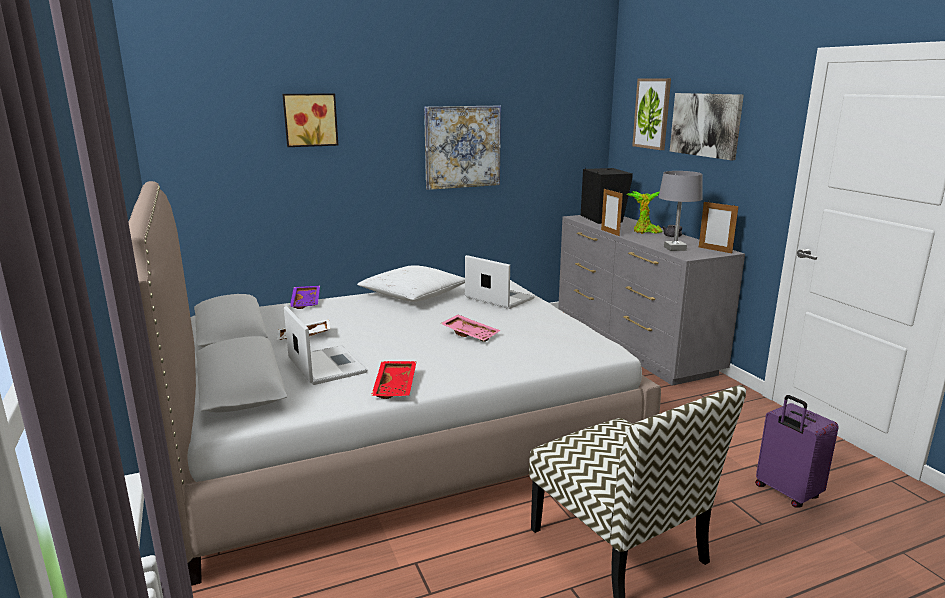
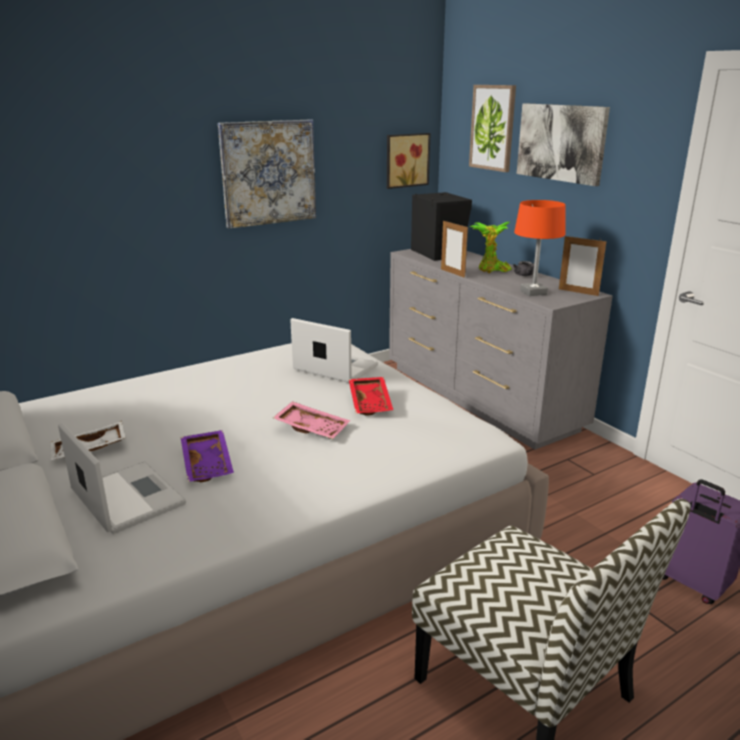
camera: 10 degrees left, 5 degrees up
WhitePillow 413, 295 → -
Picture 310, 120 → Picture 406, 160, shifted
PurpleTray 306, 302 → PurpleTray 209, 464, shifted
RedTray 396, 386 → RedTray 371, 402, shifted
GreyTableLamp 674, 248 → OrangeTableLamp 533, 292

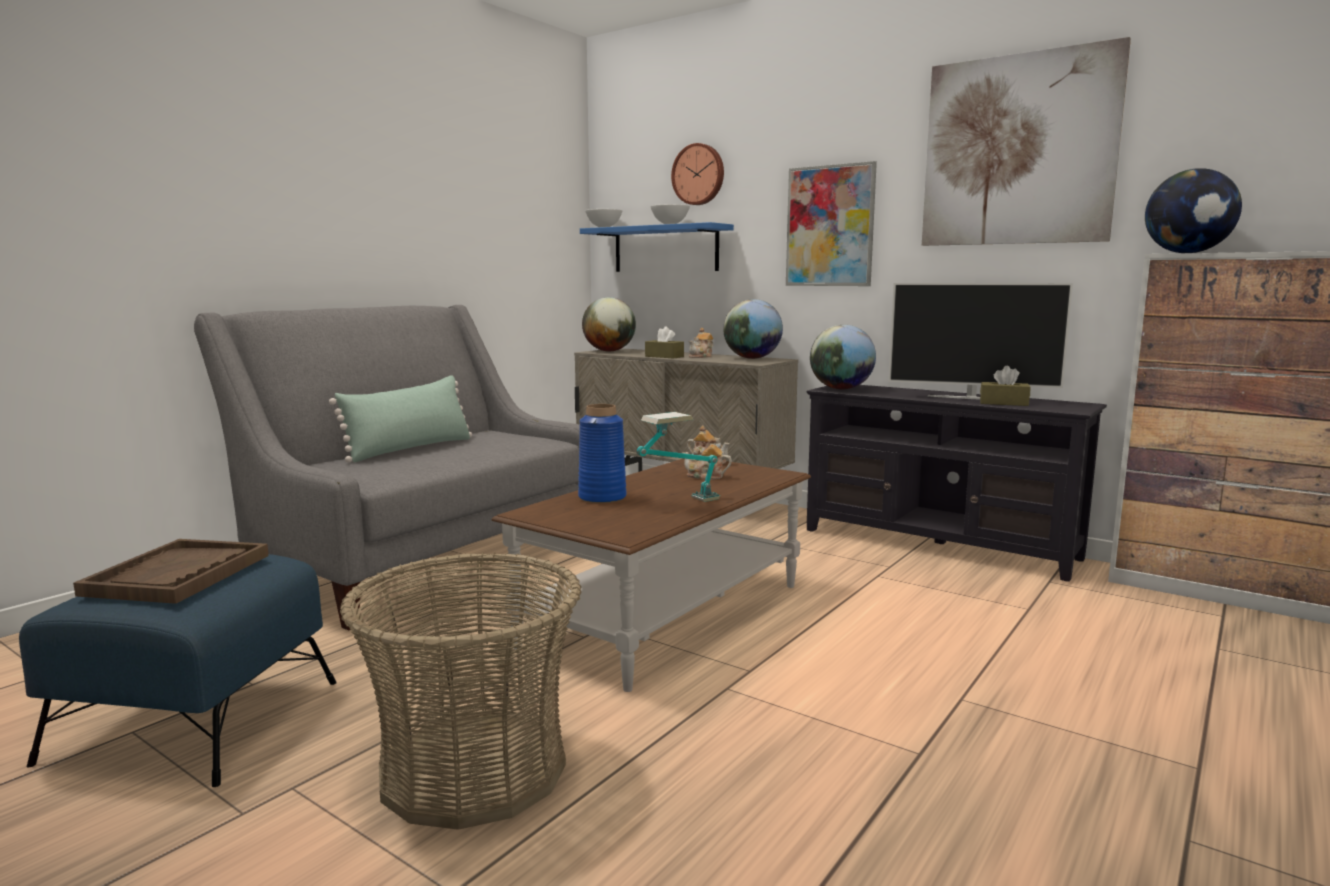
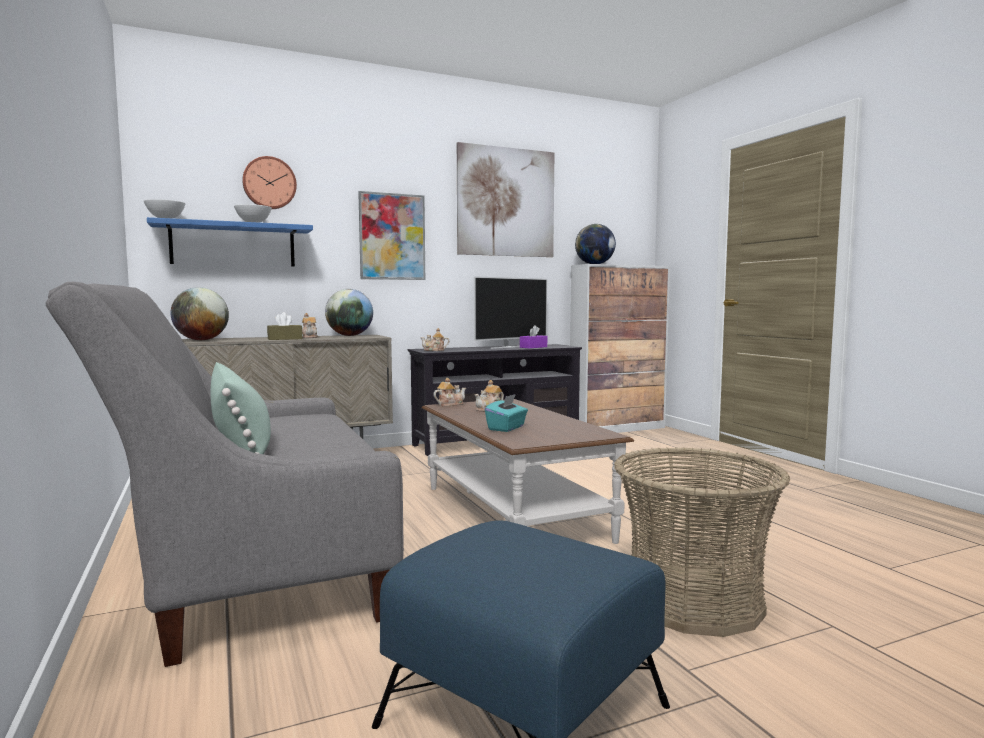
camera: 60 degrees left, 5 degrees down
BrownTray 178, 575 → -
TableLamp 679, 503 → -
BlueVase 602, 497 → TurquoiseTissueBox 506, 428
Globe 841, 389 → Teapot 434, 350
BrownTissueBox 1003, 403 → PurpleTissueBox 533, 347

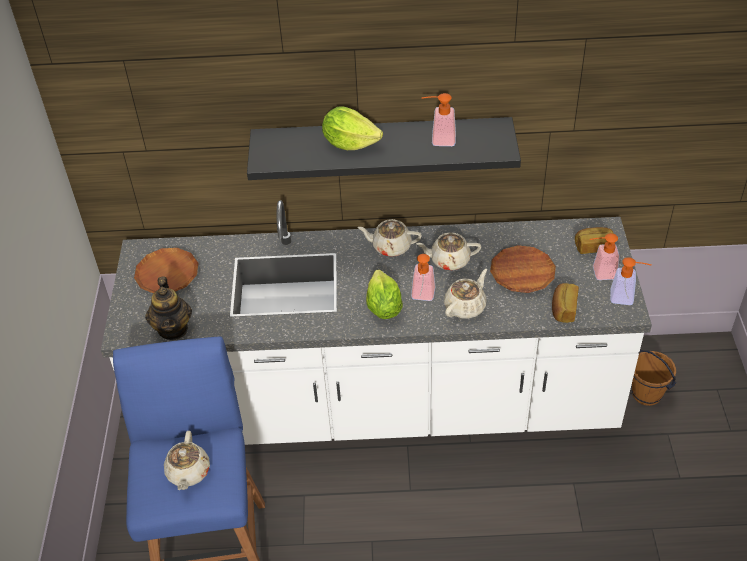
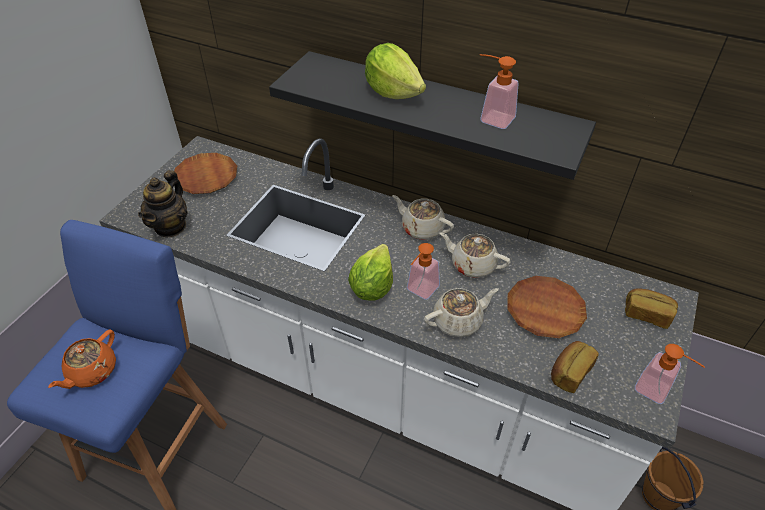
camera: 25 degrees right, 0 degrees up
SoapDispenser 599, 273 → -
BeigeTeapot 188, 472 → OrangeTeapot 92, 372

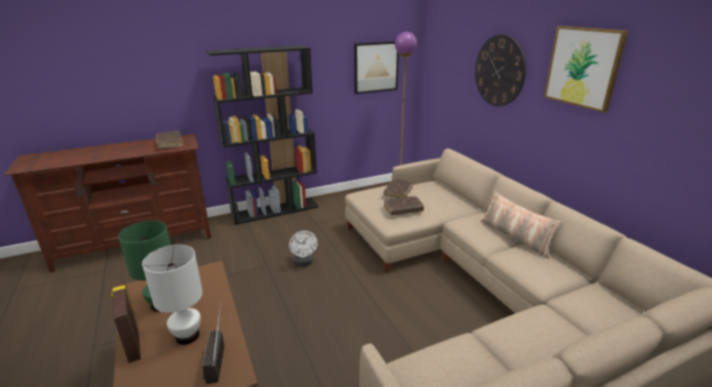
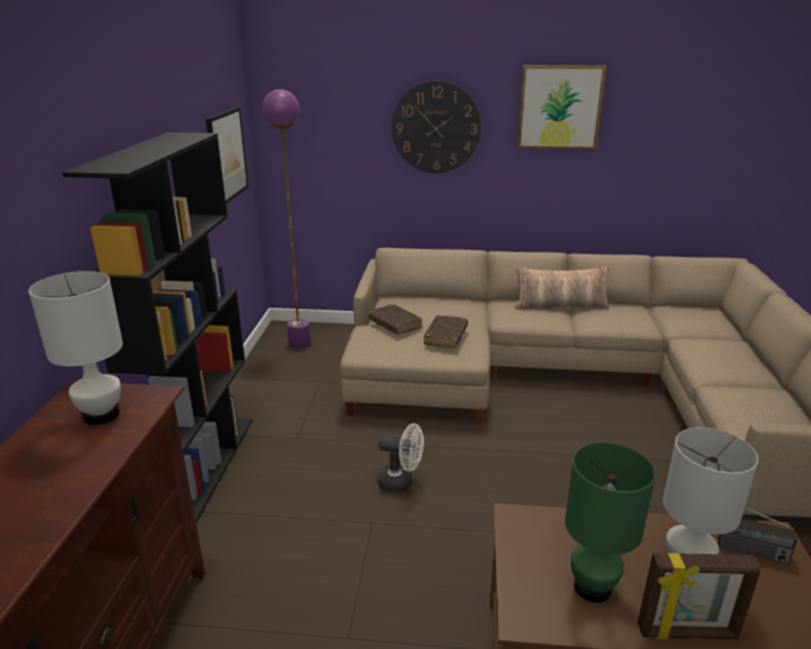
camera: 60 degrees left, 0 degrees up
BrownBook 170, 144 → WhiteTableLamp 101, 415

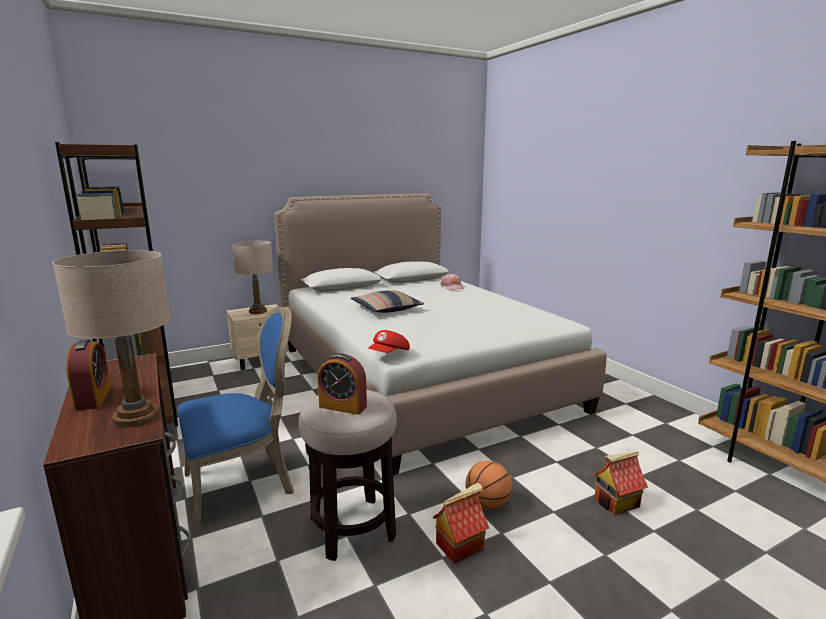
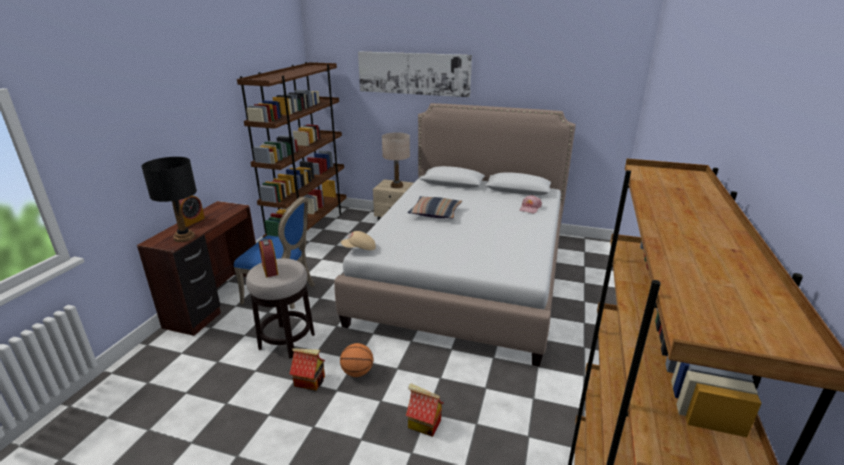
camera: 45 degrees right, 10 degrees up
- → Picture 413, 73
BeigeTableLamp 137, 417 → BlackTableLamp 184, 237
RedCap 389, 354 → BeigeCap 359, 249

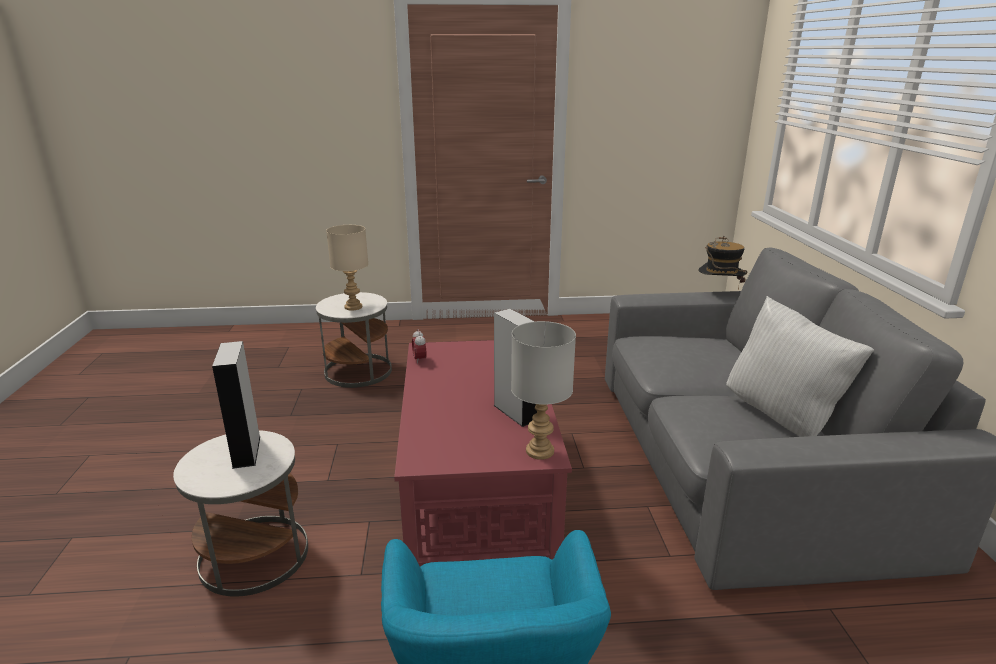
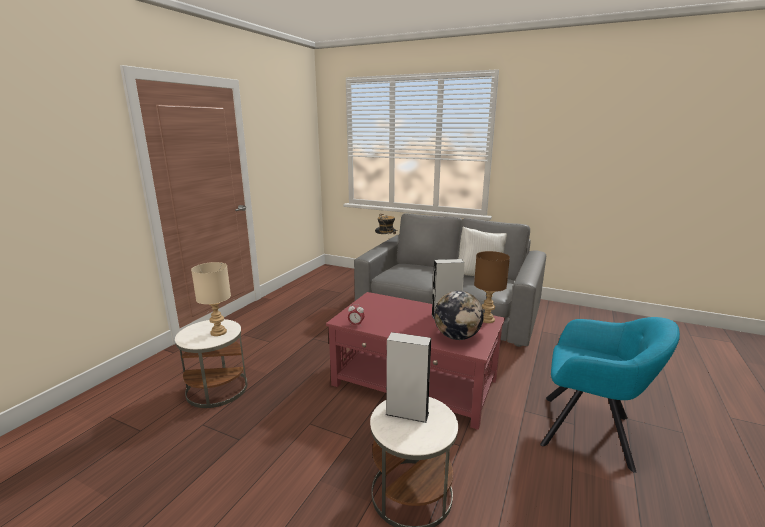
camera: 60 degrees left, 5 degrees down
- → Globe 457, 336
GreyTableLamp 540, 450 → BrownTableLamp 486, 319

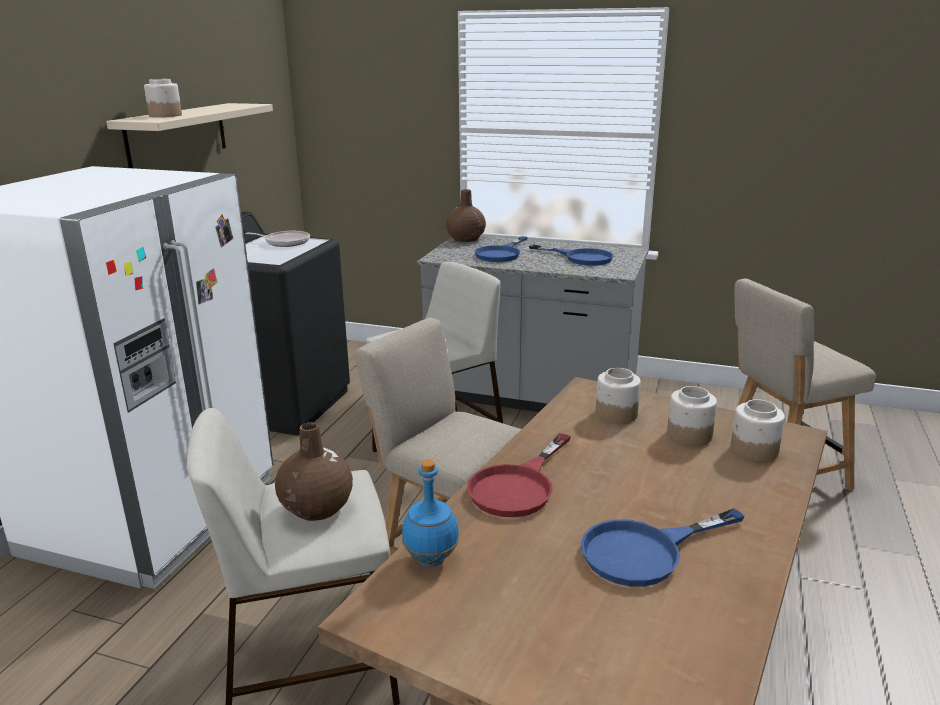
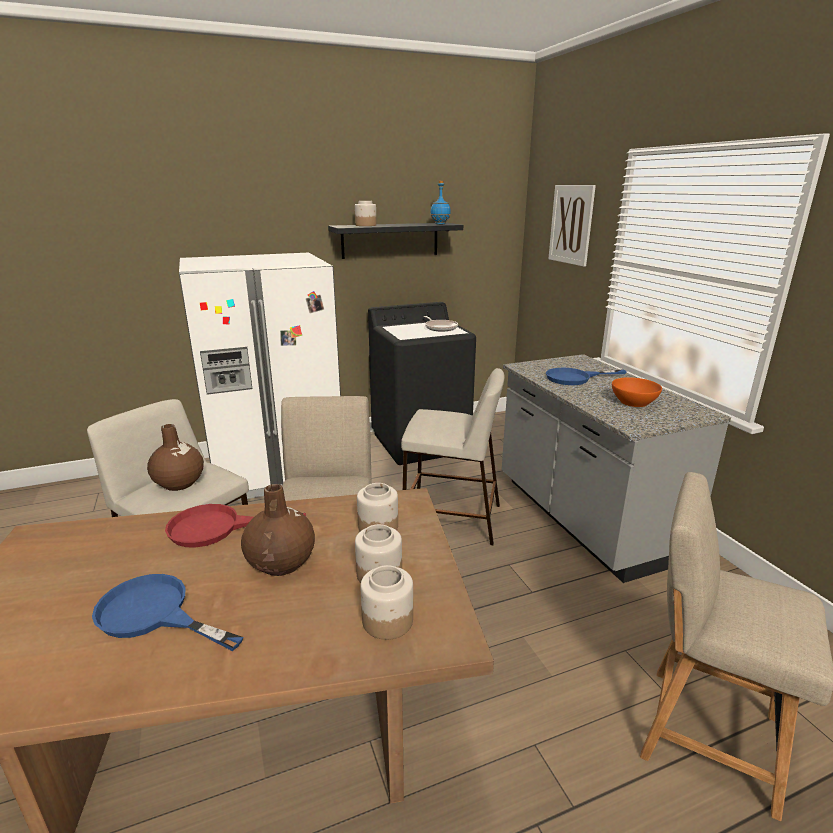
camera: 50 degrees right, 0 degrees up
- → Picture 571, 224
BlueBottle 431, 560 → BlueBottle 440, 224, shifted
BrownVase 466, 239 → BrownVase 281, 563, shifted
BlueFryingPan 581, 258 → OrangeBowl 634, 402
BeigeShelf 177, 134 → BlackShelf 390, 240

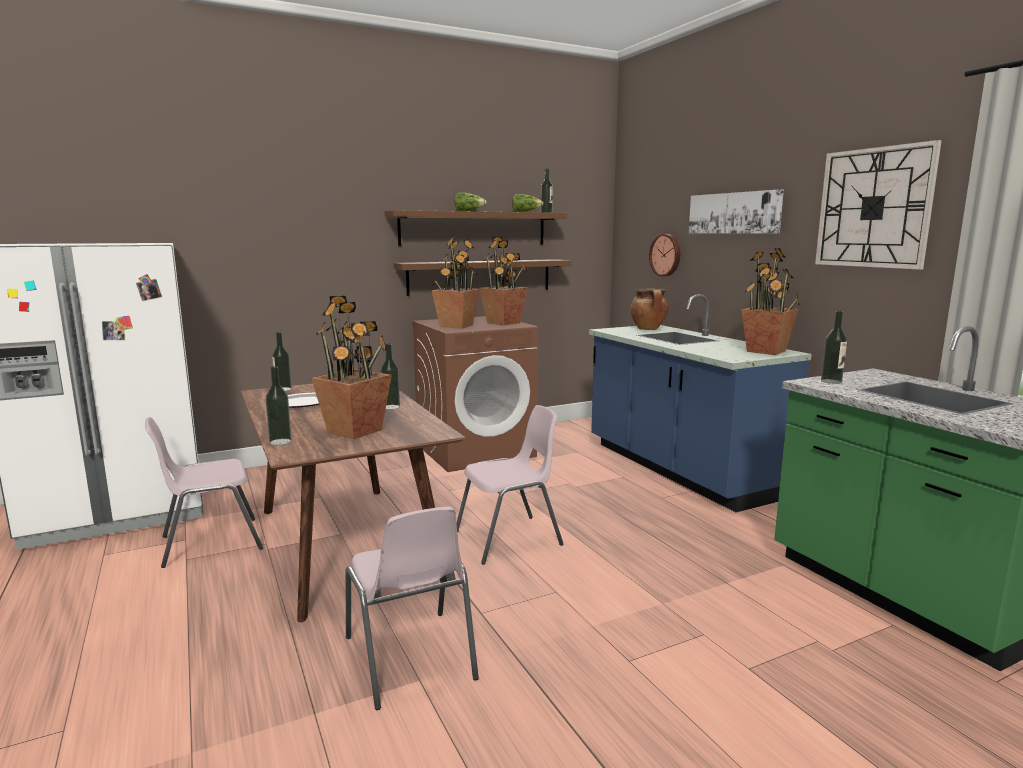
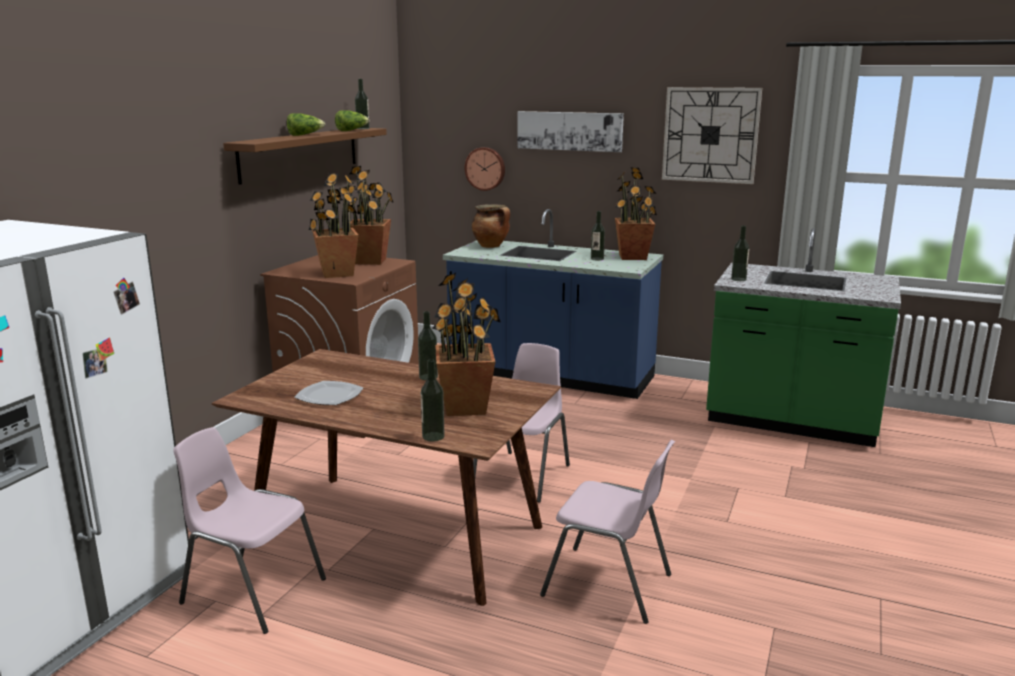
camera: 40 degrees left, 5 degrees up
BrownShelf 480, 276 → -
Bottle 283, 389 → Bottle 597, 259, shifted
PinkChair 209, 542 → PinkChair 252, 591, 90 degrees clockwise

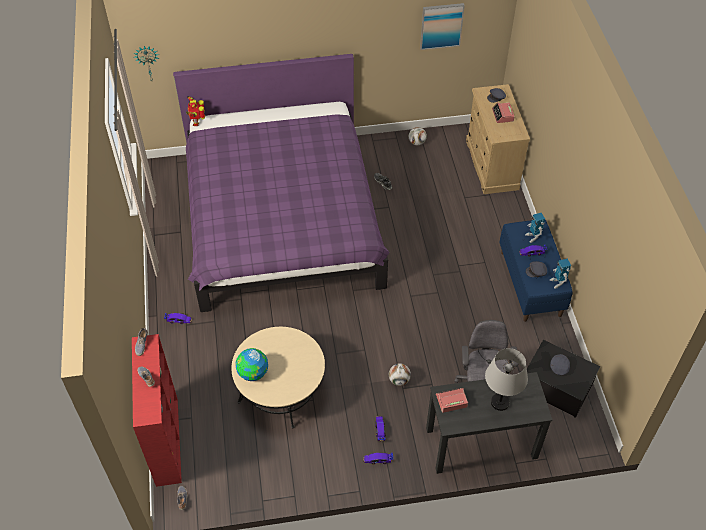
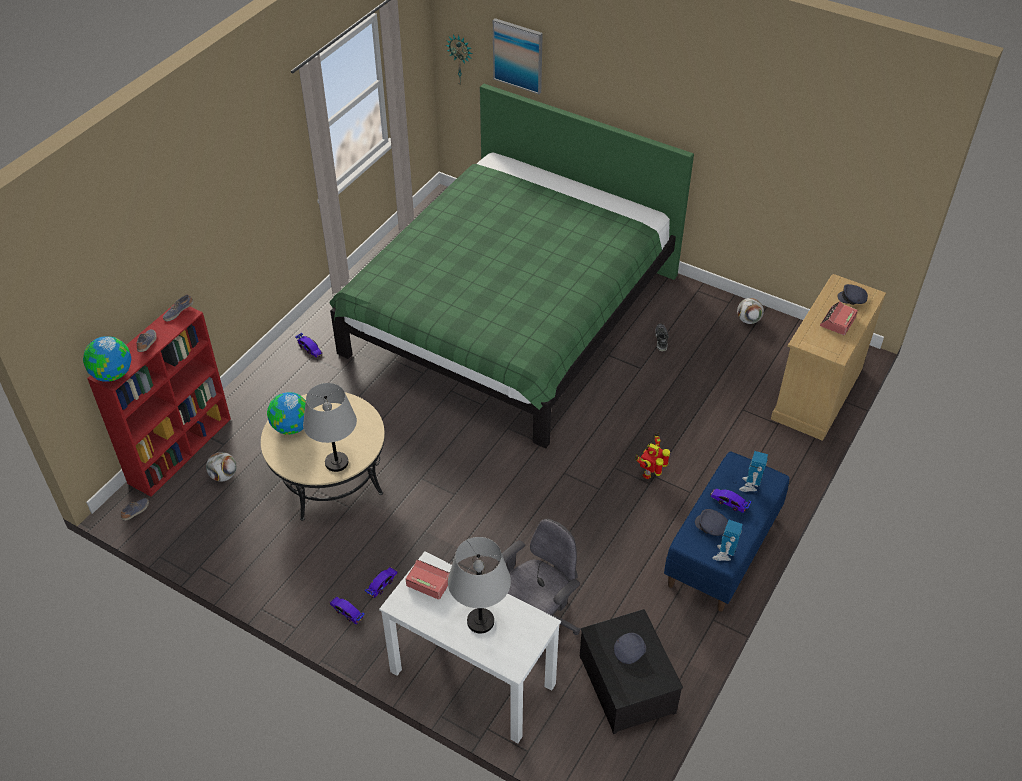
camera: 40 degrees right, 5 degrees down
- → Globe 112, 374
- → GreyTableLamp 336, 462
ToyRobot 196, 122 → ToyRobot 650, 473, shifted
Football 399, 380 → Football 224, 476, shifted
Picture 441, 26 → Picture 518, 55, shifted
PurpleBed 281, 219 → GreenBed 510, 314
BlackDesk 480, 443 → WhiteDesk 472, 677

